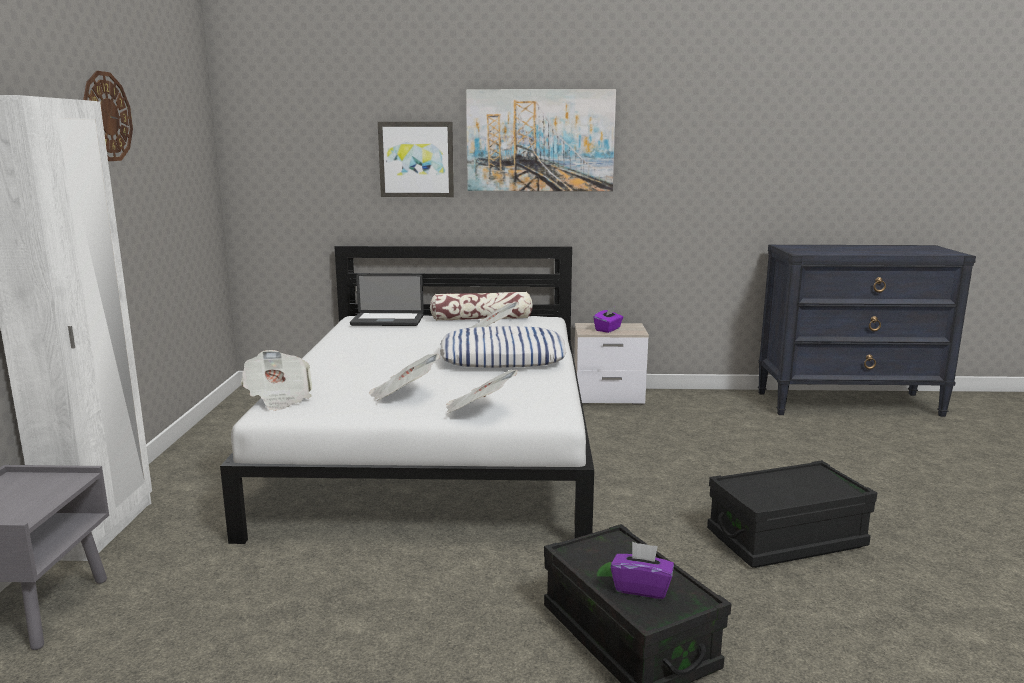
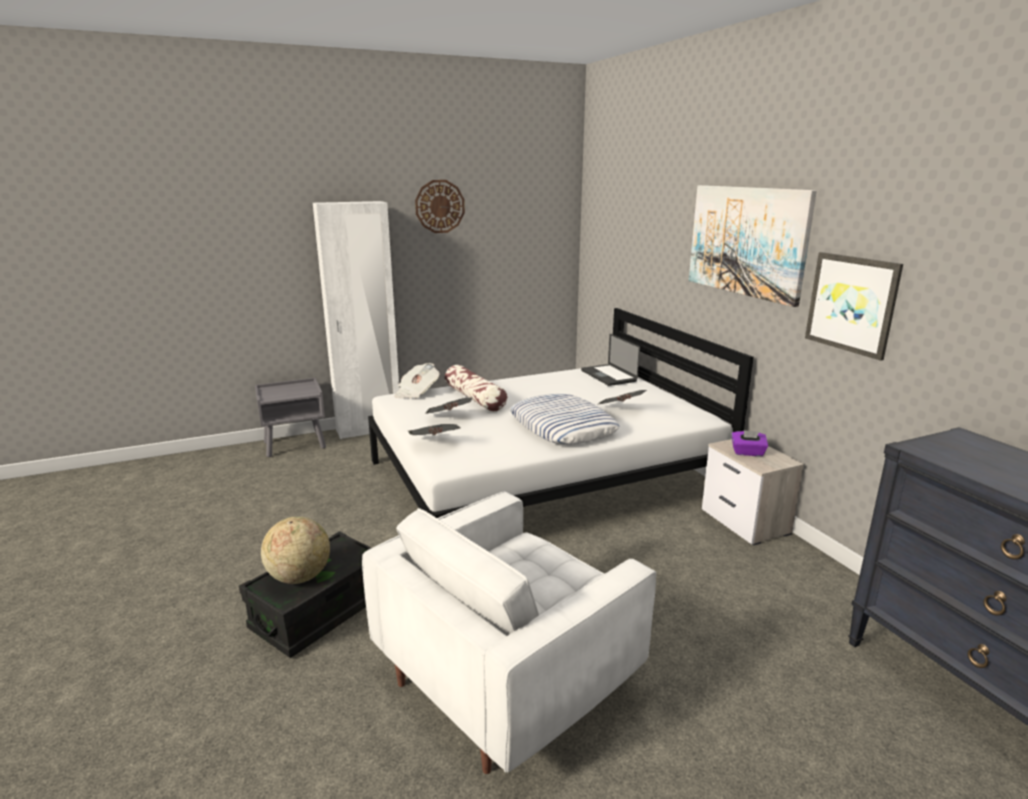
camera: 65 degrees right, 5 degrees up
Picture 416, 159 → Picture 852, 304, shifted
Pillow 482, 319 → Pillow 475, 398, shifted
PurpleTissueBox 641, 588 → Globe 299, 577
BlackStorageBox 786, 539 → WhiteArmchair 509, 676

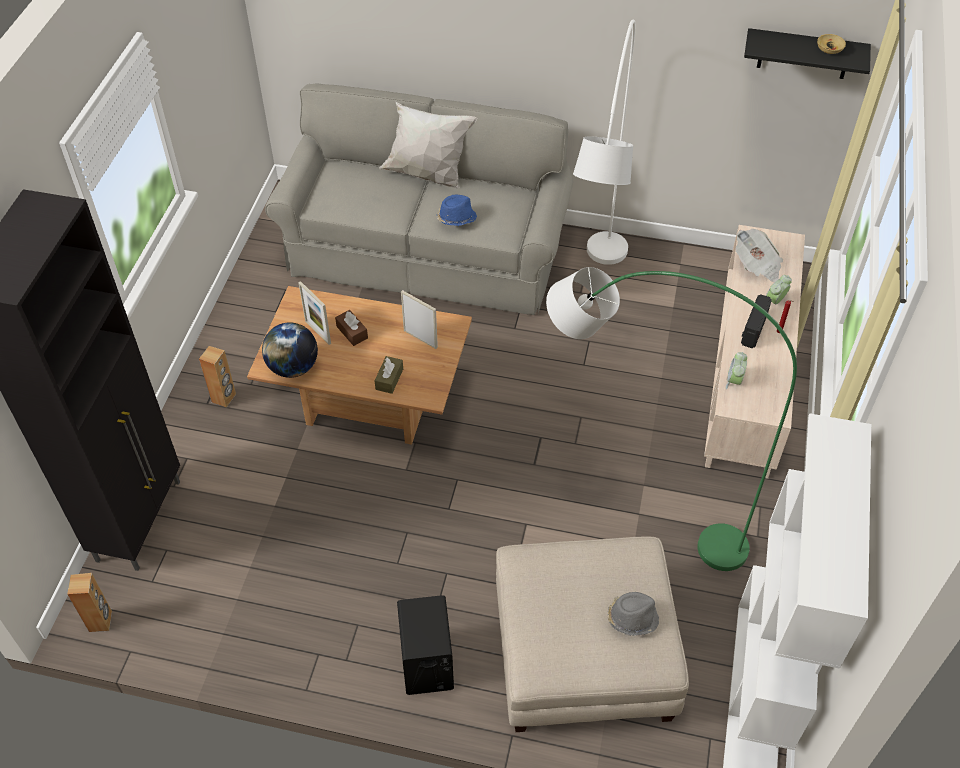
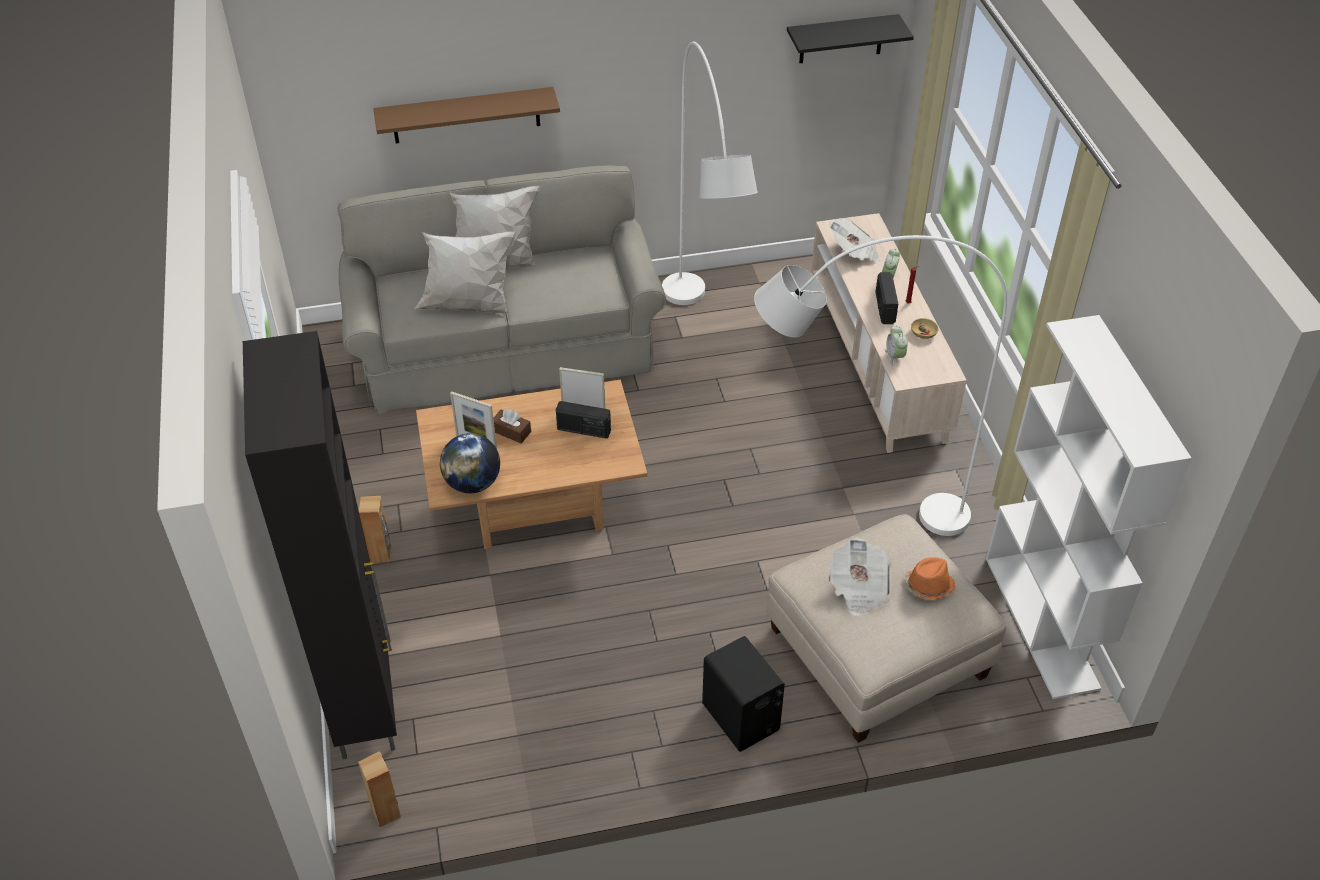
camera: 25 degrees left, 5 degrees down
BrownTissueBox 389, 379 → -
BlueHat 456, 218 → -
- → BrownShelf 466, 115
- → WhitePillow 469, 306
- → Radio 583, 430
- → Newspaper 859, 589
BeigeBowl 829, 49 → BeigeBowl 923, 333, shifted
GreenFloorLamp 633, 513 → WhiteFloorLamp 848, 515
GreyHat 631, 618 → OrangeHat 928, 586

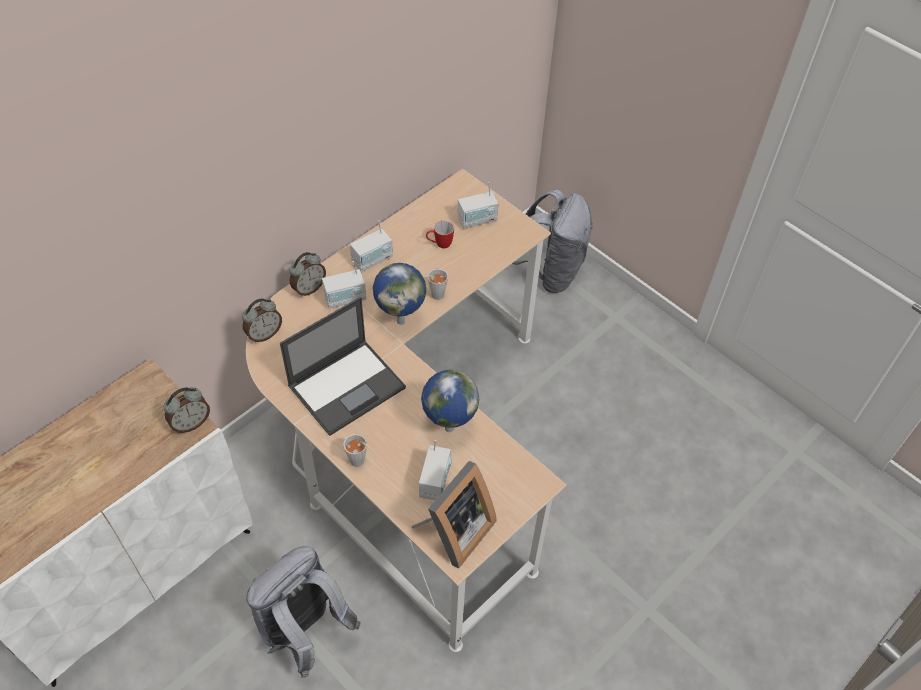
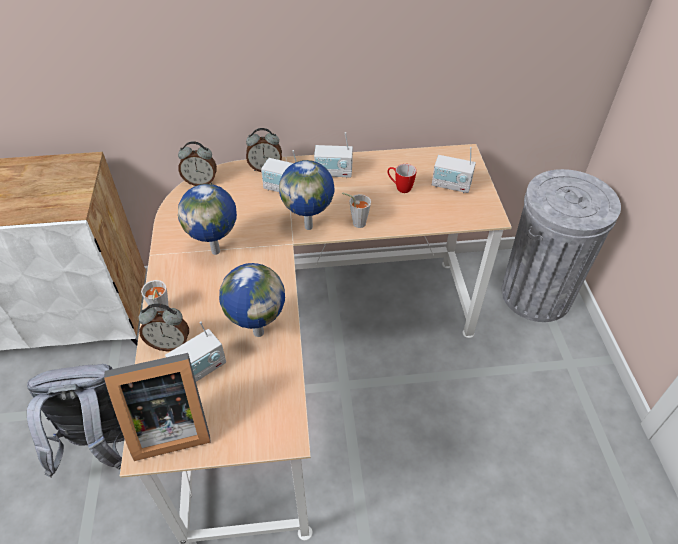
camera: 40 degrees right, 5 degrees down
AlarmClock 191, 423 → AlarmClock 169, 343, shifted
Laptop 348, 386 → Globe 217, 251
GreyBackpack 550, 272 → GreyTrashCan 536, 294

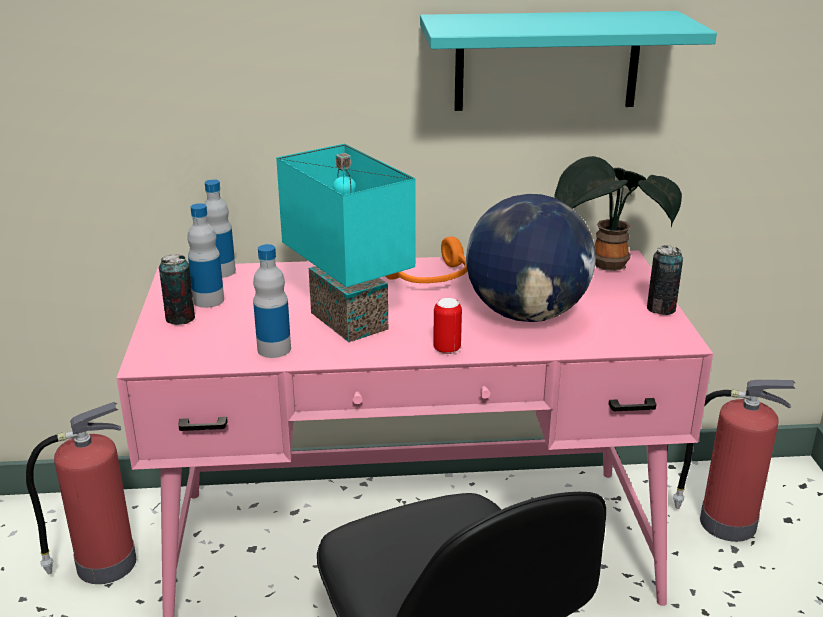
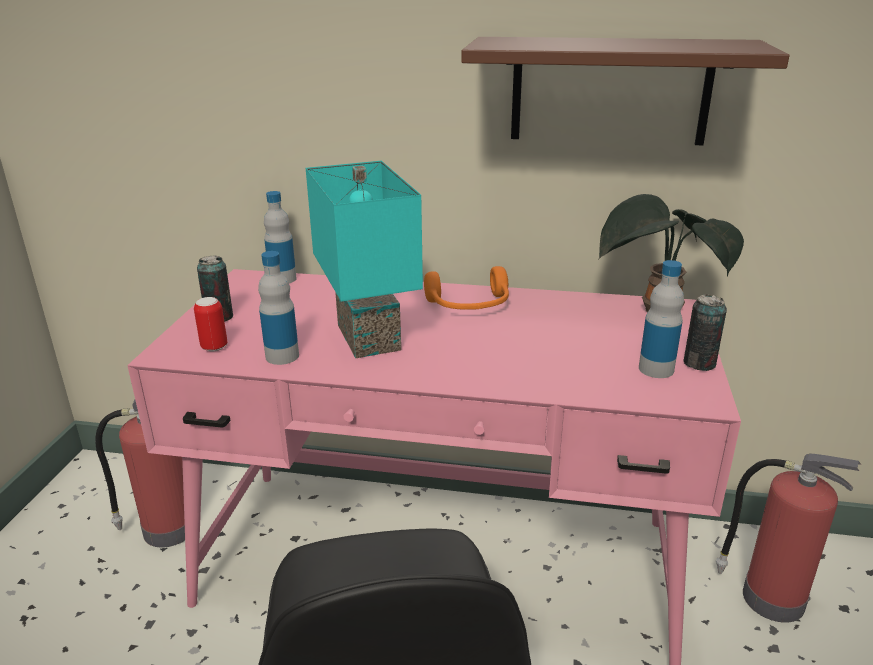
camera: 15 degrees right, 0 degrees up
Globe 527, 314 → -
Bottle 208, 300 → Bottle 656, 369, shifted
Can 447, 349 → Can 214, 347, shifted
TurquoiseShelf 547, 61 → BrownShelf 610, 91

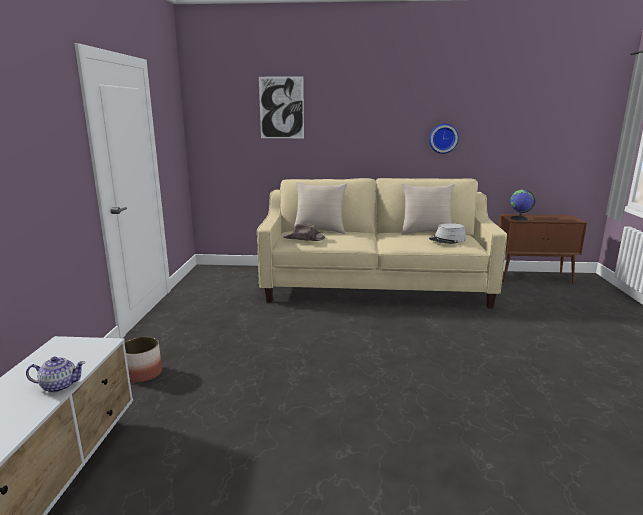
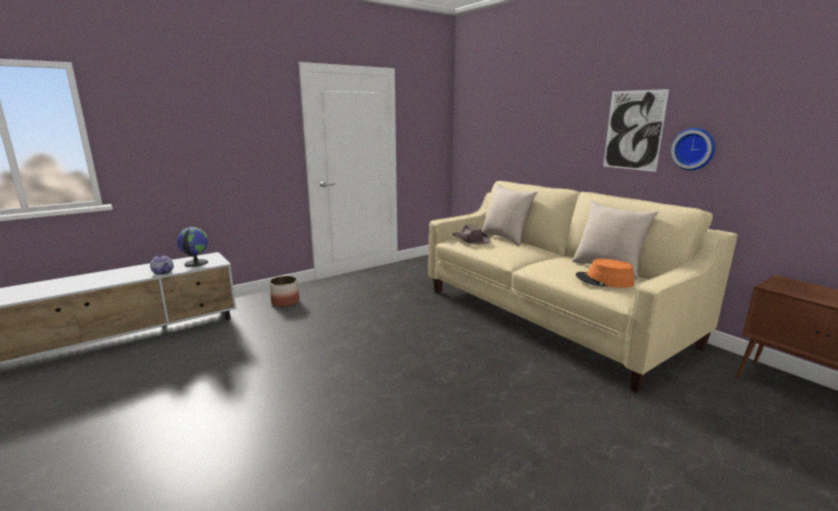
camera: 50 degrees right, 0 degrees up
Picture 281, 108 → Picture 633, 130, shifted
Globe 519, 218 → Globe 195, 263, shifted
GreyHat 447, 240 → OrangeHat 604, 280

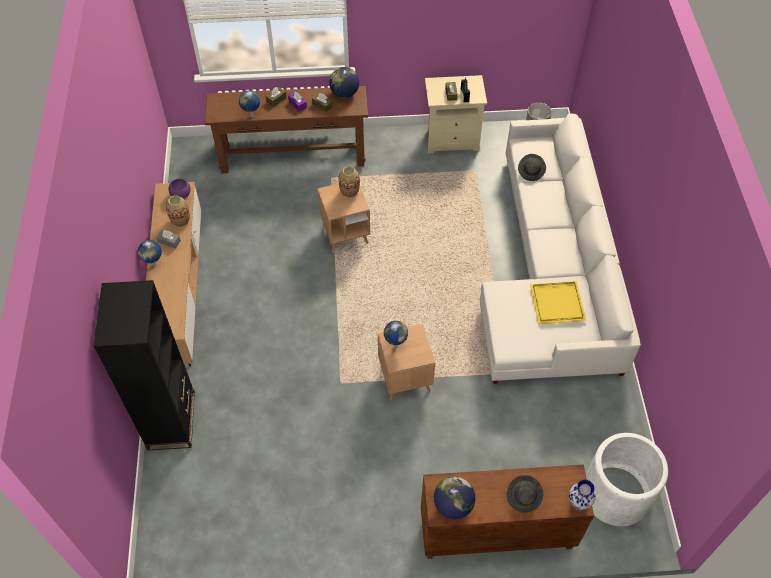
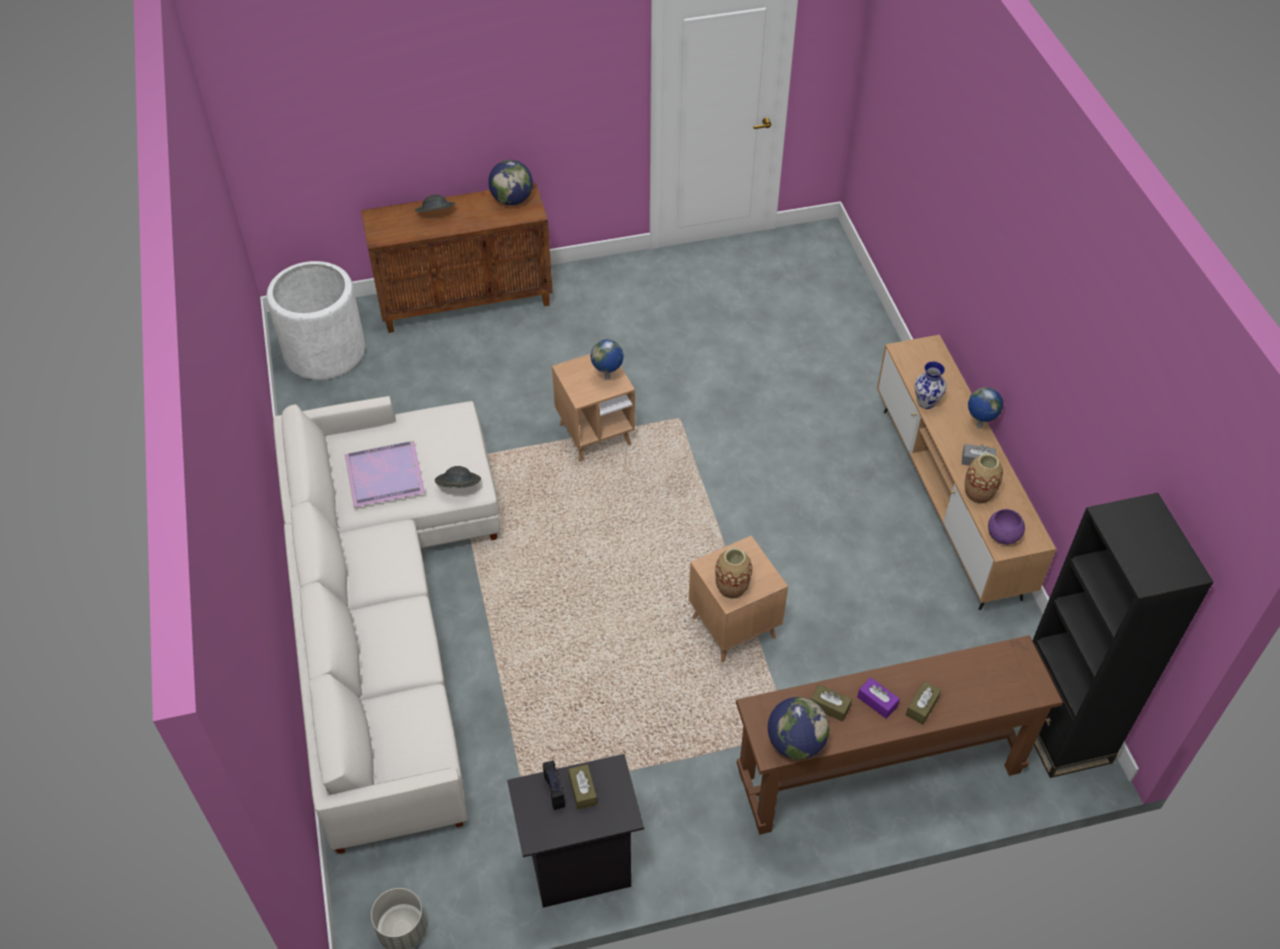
camera: 170 degrees right, 5 degrees down
Globe 252, 116 → -
BlackBookcase 171, 420 → BlackBookcase 1059, 728, shifted
GreyHat 531, 172 → GreyHat 458, 486, shifted
Vase 578, 503 → Vase 926, 402, shifted
BeigeNightstand 451, 139 → BlackNightstand 578, 865
YellowTray 556, 304 → PurpleTray 386, 474

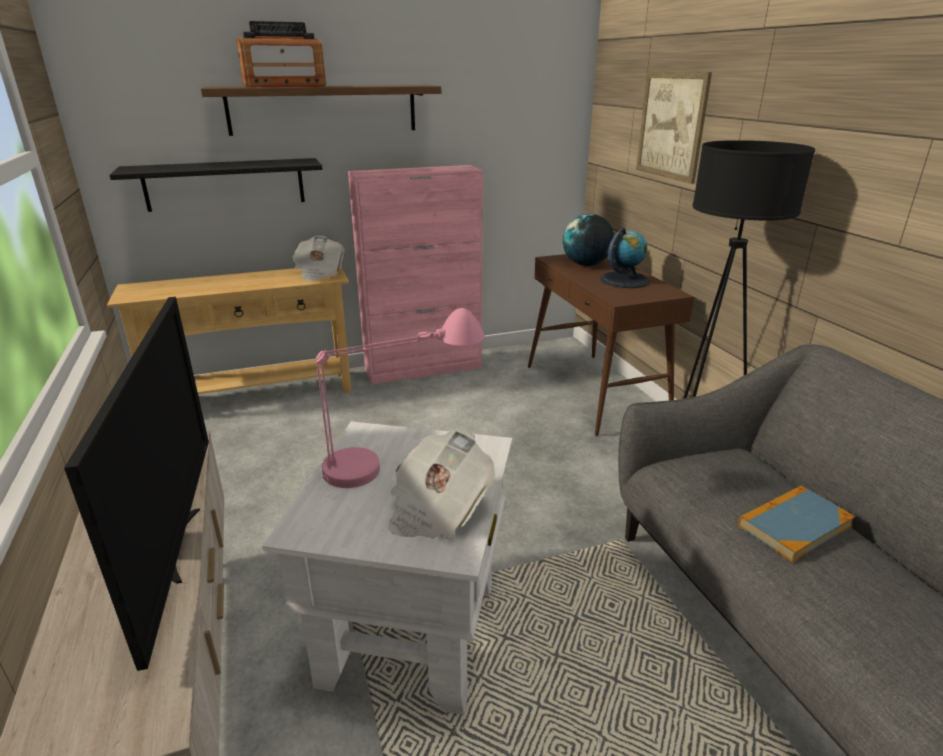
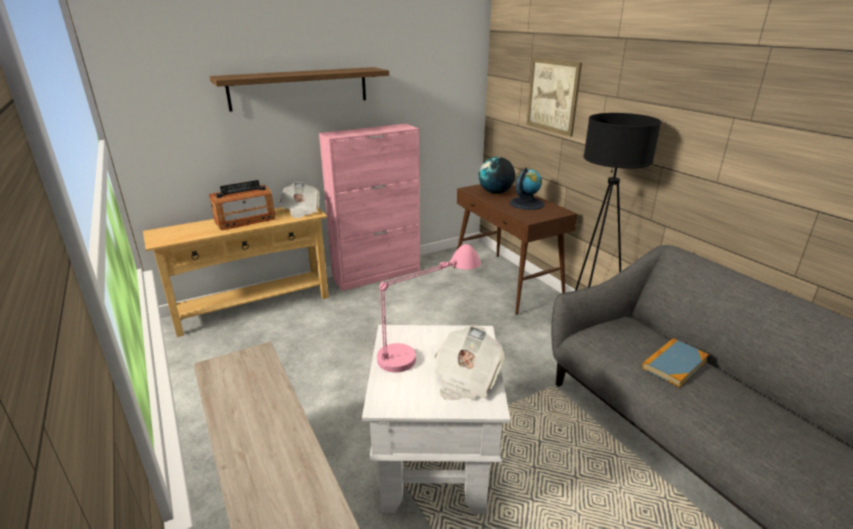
camera: 10 degrees left, 0 degrees up
Television 178, 545 → -
BlackShelf 225, 184 → -
Radio 284, 86 → Radio 245, 220, shifted

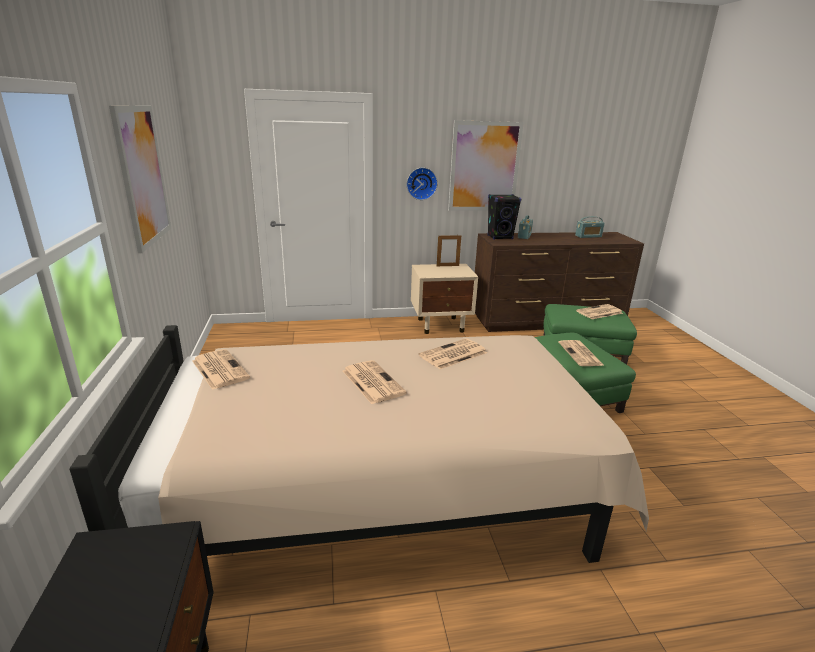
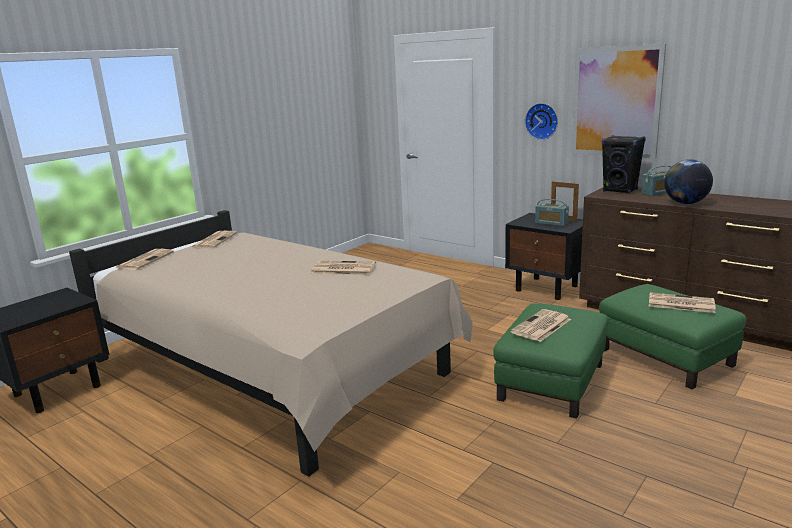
camera: 50 degrees right, 5 degrees down
Picture 142, 176 → -
- → Globe 685, 203
Newspaper 372, 382 → Newspaper 145, 260, shifted
Radio 588, 236 → Radio 551, 223, shifted
BeigeNightstand 441, 325 → BlackNightstand 547, 288

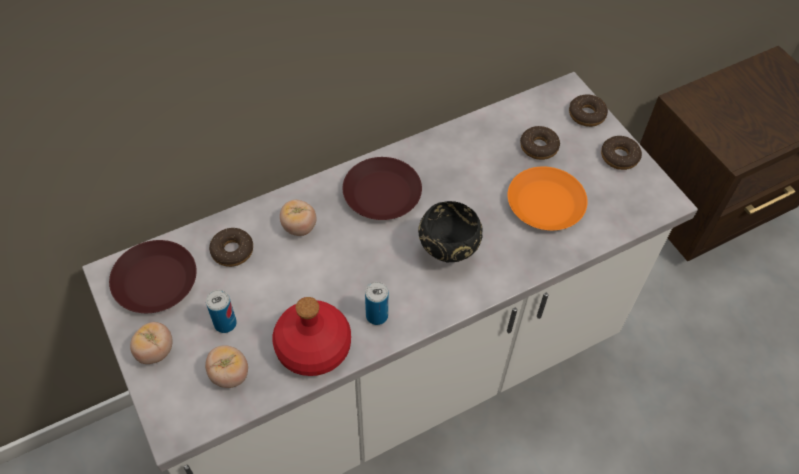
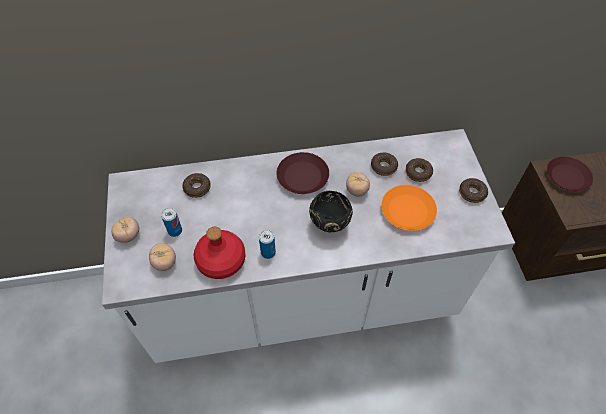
camera: 20 degrees right, 0 degrees up
BrownPlate 154, 281 → BrownPlate 566, 177, shifted
Tomato 299, 227 → Tomato 357, 190, shifted
Donut 586, 115 → Donut 383, 167, shifted

